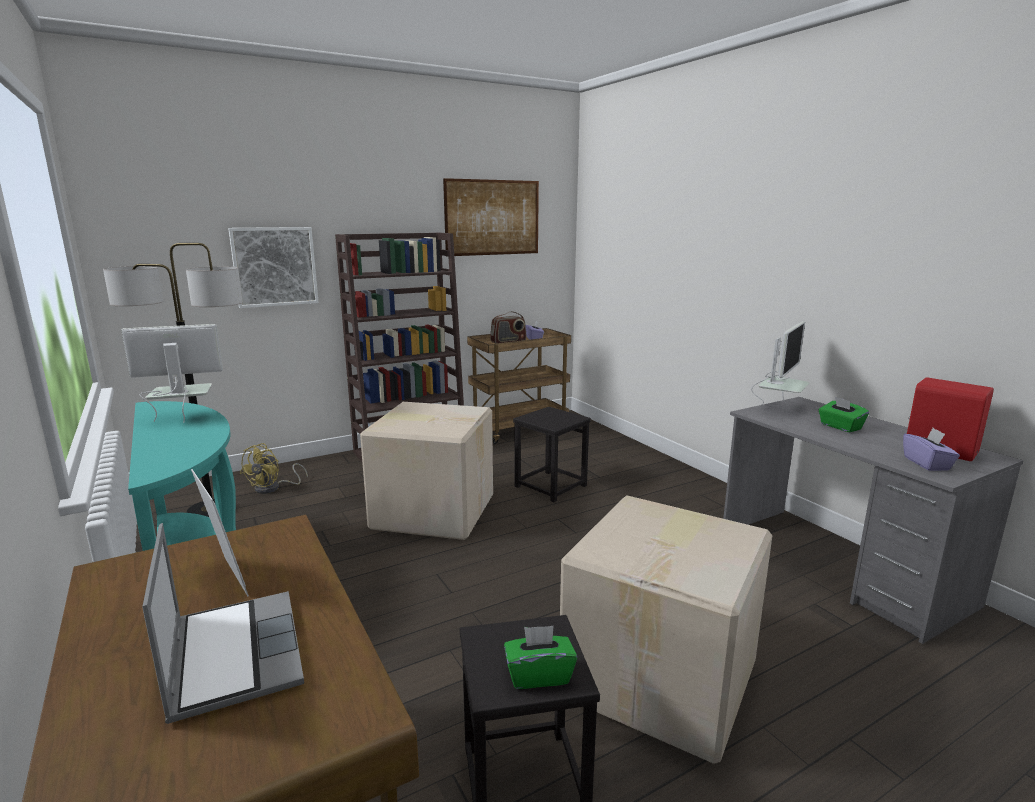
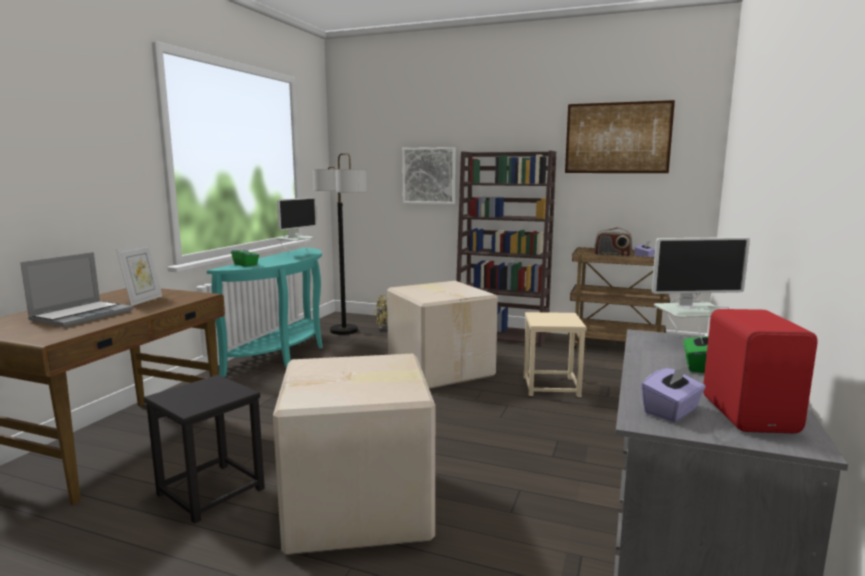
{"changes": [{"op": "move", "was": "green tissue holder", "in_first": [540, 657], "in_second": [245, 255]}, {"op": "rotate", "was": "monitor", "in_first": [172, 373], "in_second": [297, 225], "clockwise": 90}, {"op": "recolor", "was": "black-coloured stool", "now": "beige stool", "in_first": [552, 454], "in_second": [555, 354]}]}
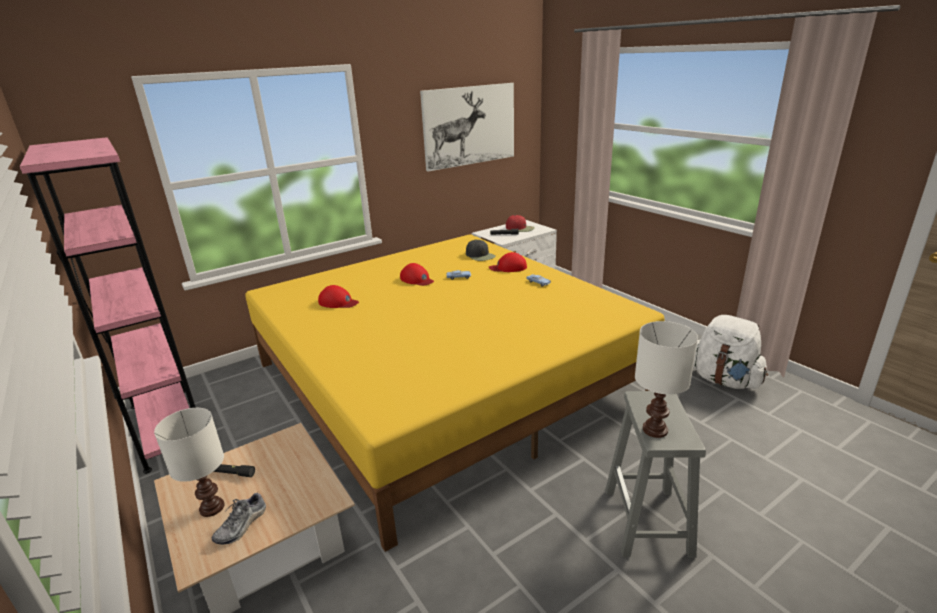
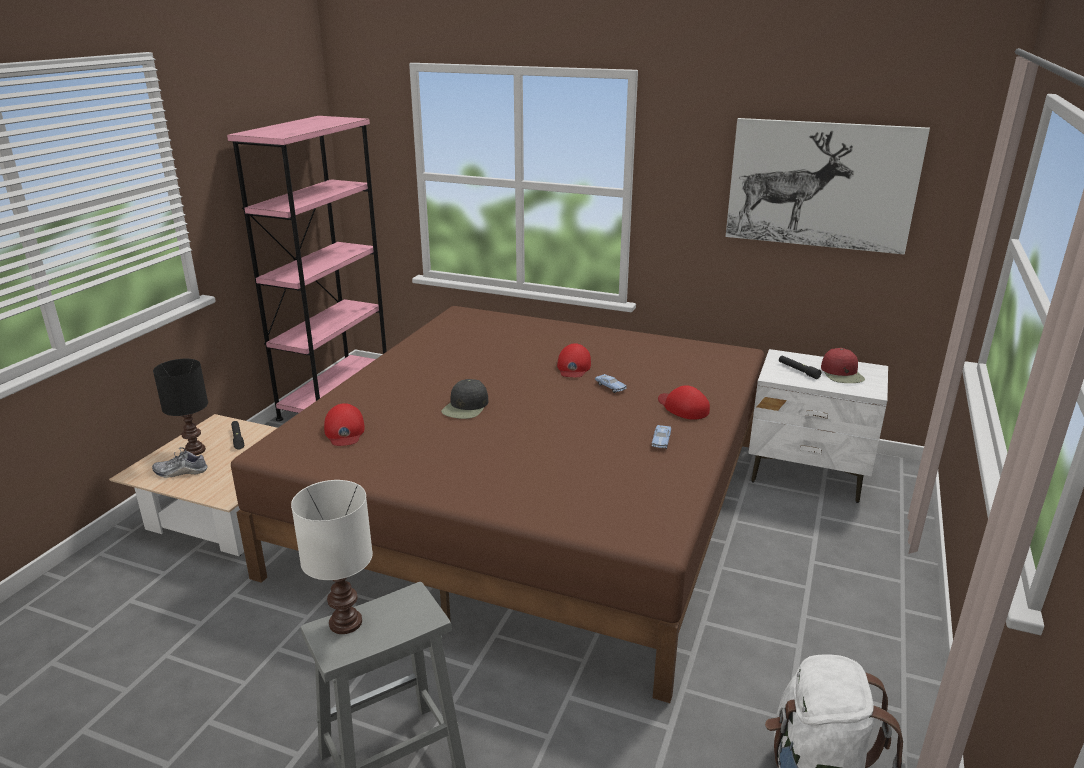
{"changes": [{"op": "recolor", "was": "white table lamp", "now": "black-coloured table lamp", "in_first": [189, 462], "in_second": [180, 407]}, {"op": "recolor", "was": "yellow-coloured sleeping bed", "now": "brown sleeping bed", "in_first": [455, 393], "in_second": [498, 504]}, {"op": "move", "was": "red-coloured peaked cap", "in_first": [338, 296], "in_second": [344, 424]}, {"op": "move", "was": "black-coloured peaked cap", "in_first": [481, 250], "in_second": [464, 399]}]}
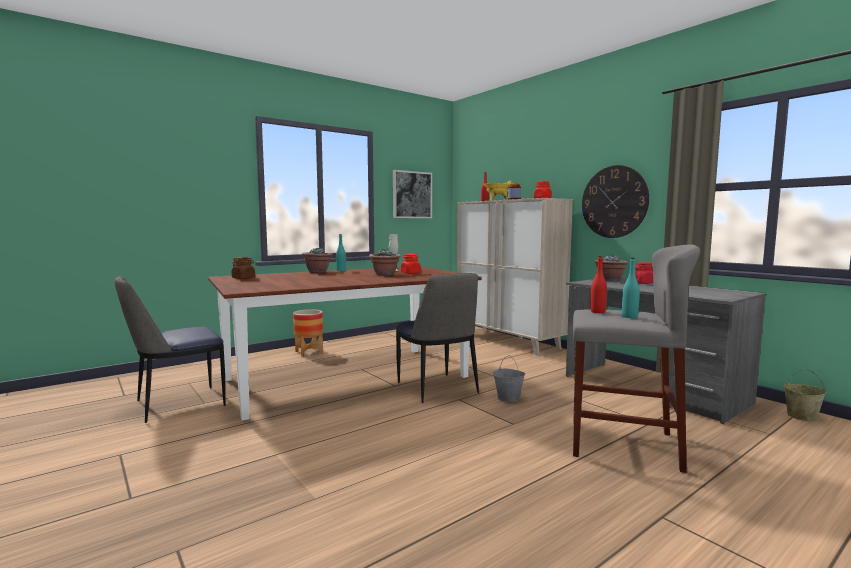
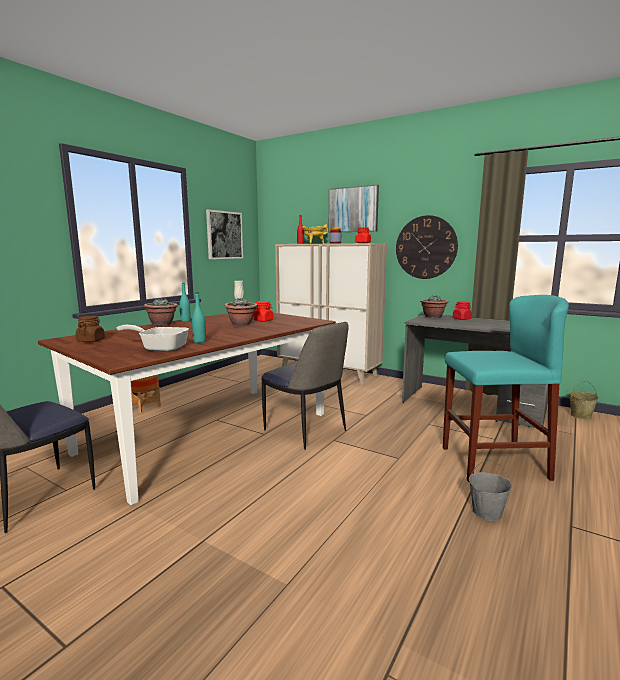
{"changes": [{"op": "insert", "now": "frying pan", "in_second": [153, 338]}, {"op": "move", "was": "turquoise-coloured bottle", "in_first": [631, 288], "in_second": [199, 317]}, {"op": "insert", "now": "wall art", "in_second": [353, 208]}, {"op": "recolor", "was": "greyish stool", "now": "turquoise-coloured stool", "in_first": [636, 358], "in_second": [506, 388]}, {"op": "move", "was": "greyish pail", "in_first": [509, 378], "in_second": [490, 490]}, {"op": "delete", "was": "red-coloured bottle", "in_first": [599, 284]}]}
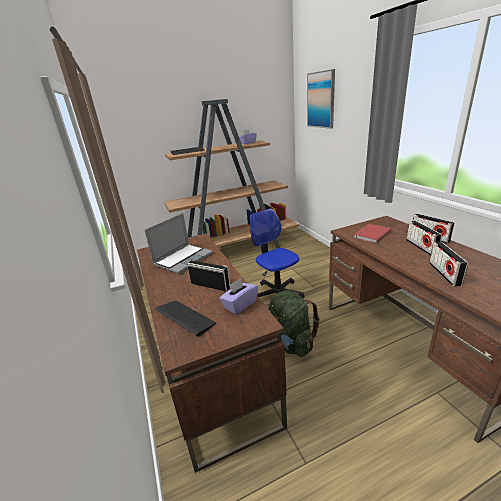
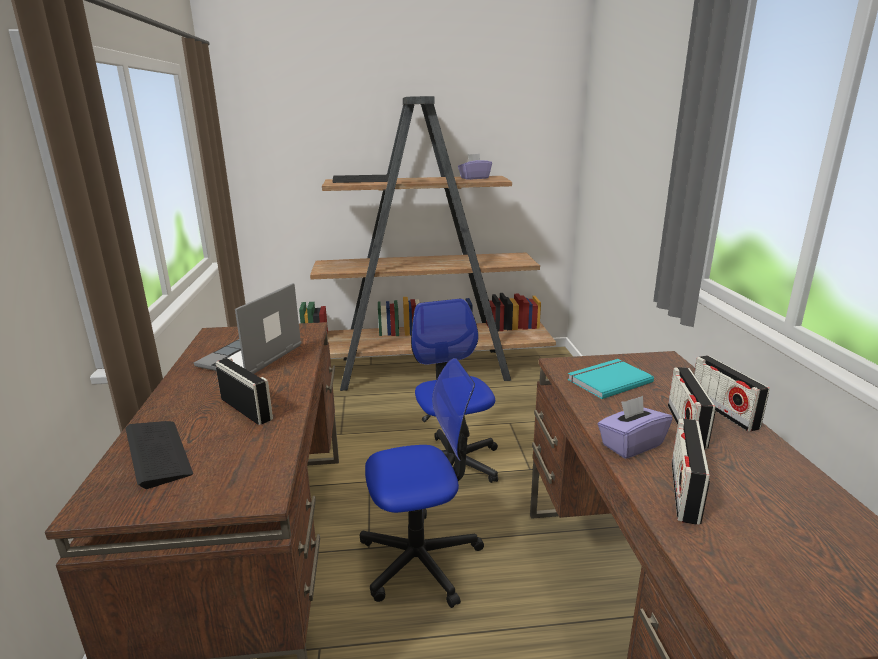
{"changes": [{"op": "rotate", "was": "portable computer", "in_first": [179, 243], "in_second": [248, 328], "clockwise": 150}, {"op": "replace", "was": "green rucksack", "now": "desk chair", "in_first": [294, 323], "in_second": [422, 483]}, {"op": "recolor", "was": "red-coloured book", "now": "turquoise-coloured book", "in_first": [372, 233], "in_second": [611, 379]}, {"op": "move", "was": "purple tissue holder", "in_first": [238, 296], "in_second": [635, 427]}, {"op": "delete", "was": "wall art", "in_first": [321, 99]}]}
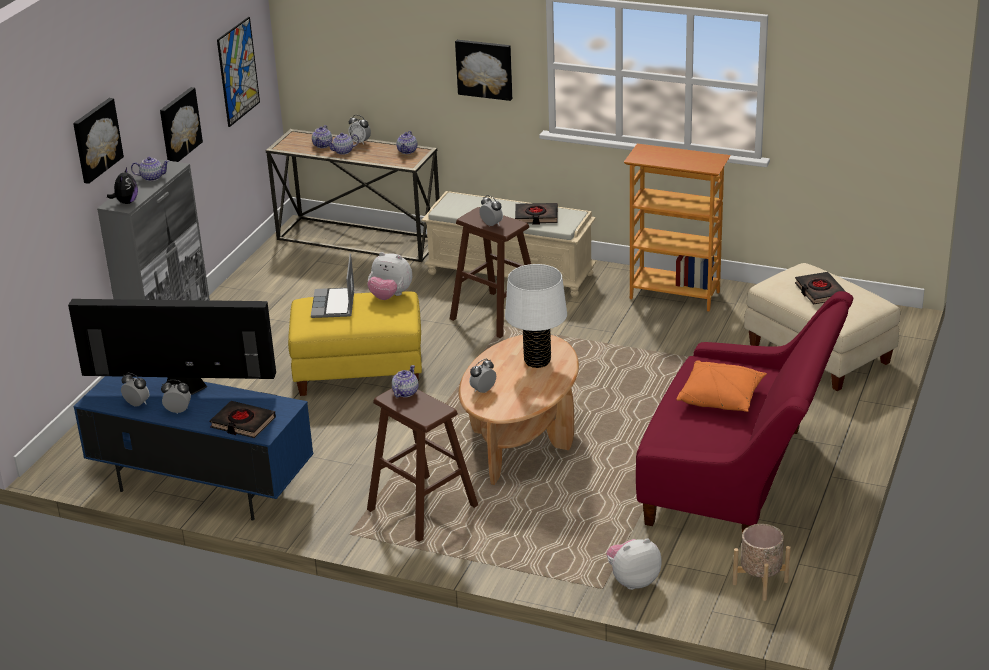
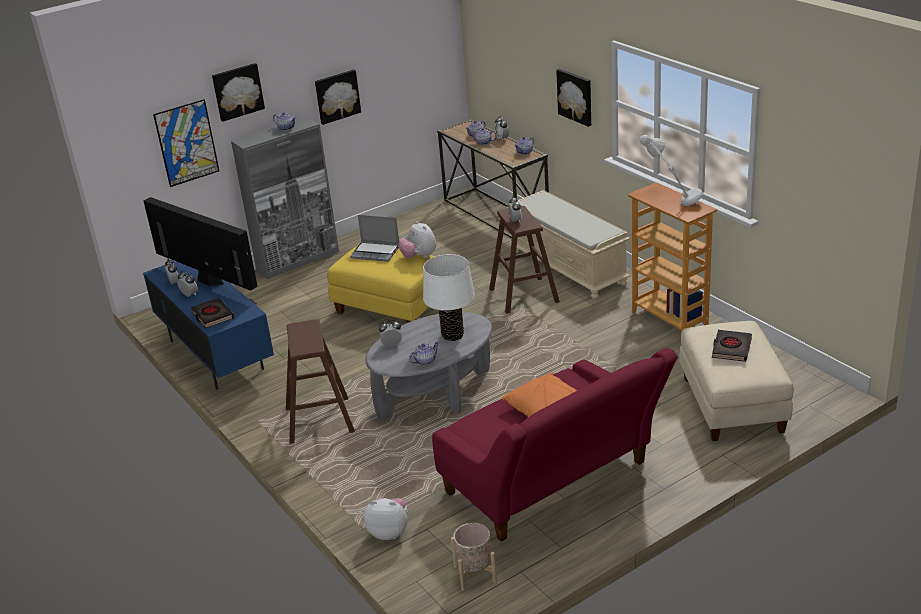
{"changes": [{"op": "move", "was": "wall art", "in_first": [238, 72], "in_second": [186, 143]}, {"op": "rotate", "was": "portable computer", "in_first": [333, 285], "in_second": [374, 238], "clockwise": -105}, {"op": "recolor", "was": "brown low table", "now": "greyish low table", "in_first": [519, 410], "in_second": [428, 366]}, {"op": "move", "was": "teapot", "in_first": [405, 381], "in_second": [424, 353]}, {"op": "insert", "now": "greyish table lamp", "in_second": [671, 170]}, {"op": "delete", "was": "soft toy", "in_first": [122, 186]}, {"op": "delete", "was": "black-coloured book", "in_first": [536, 214]}]}
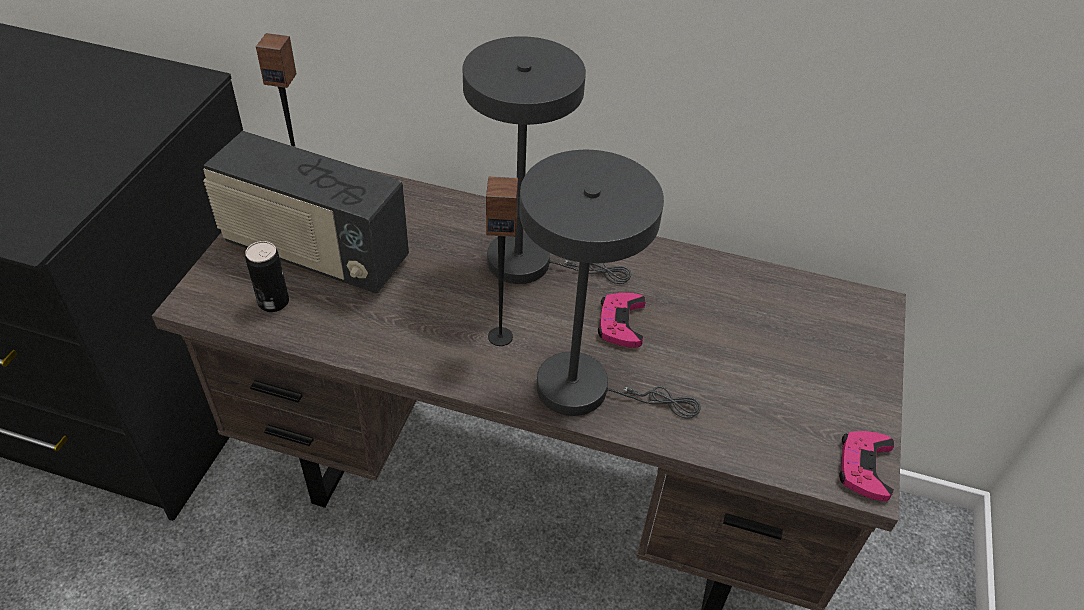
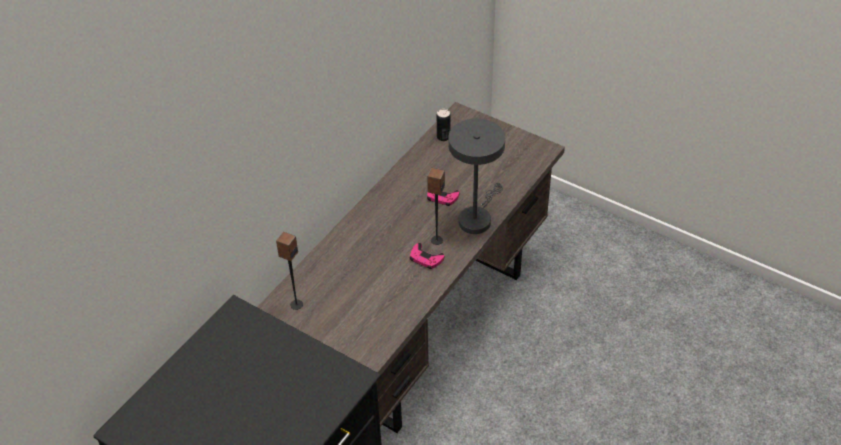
{"changes": [{"op": "move", "was": "pink-coloured joypad", "in_first": [866, 466], "in_second": [427, 256]}, {"op": "move", "was": "metal can", "in_first": [267, 276], "in_second": [444, 125]}, {"op": "delete", "was": "radio set", "in_first": [306, 212]}, {"op": "delete", "was": "greyish table lamp", "in_first": [547, 160]}]}
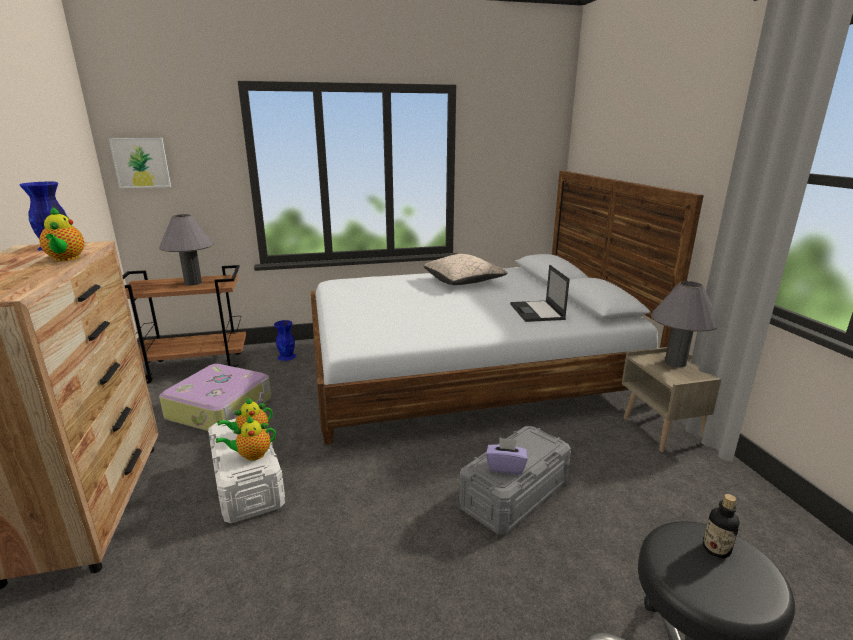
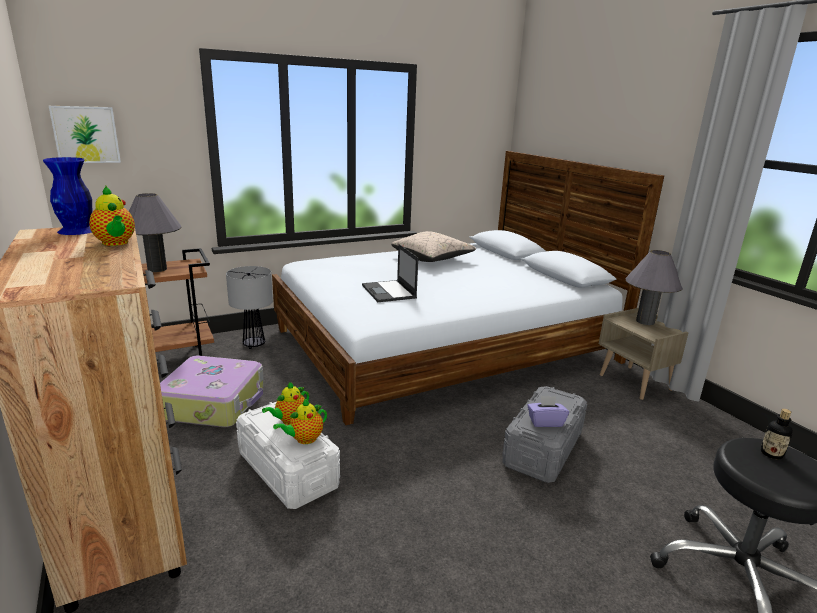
{"changes": [{"op": "replace", "was": "blue flower vase", "now": "table lamp", "in_first": [285, 340], "in_second": [249, 307]}, {"op": "move", "was": "portable computer", "in_first": [540, 293], "in_second": [390, 273]}]}
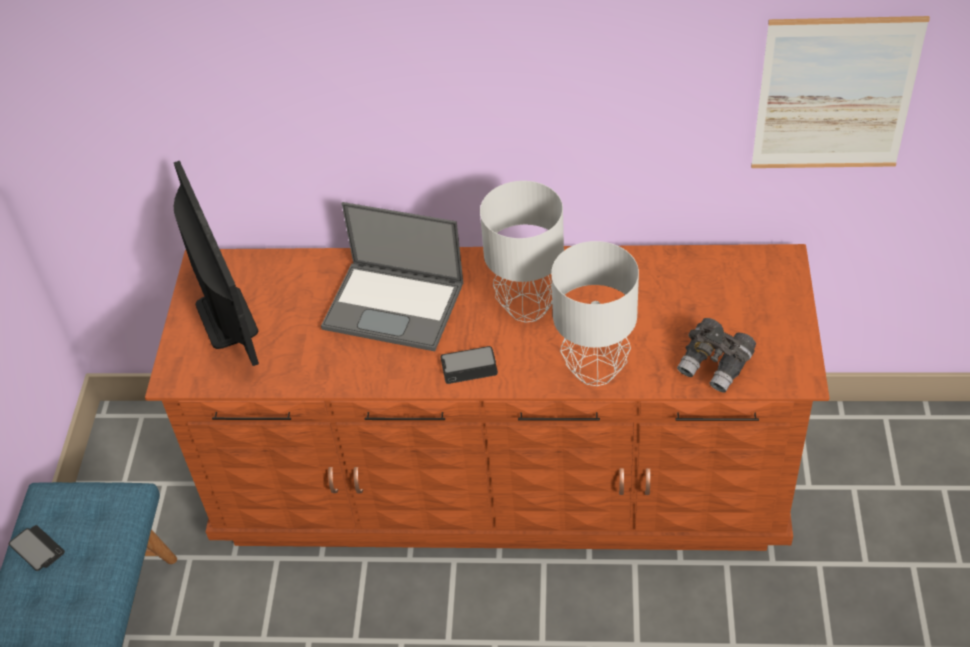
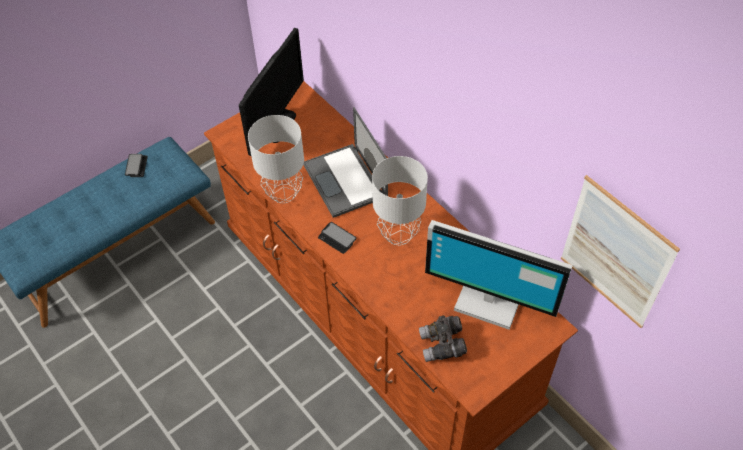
{"changes": [{"op": "move", "was": "greyish table lamp", "in_first": [595, 313], "in_second": [276, 159]}, {"op": "insert", "now": "monitor", "in_second": [499, 275]}]}
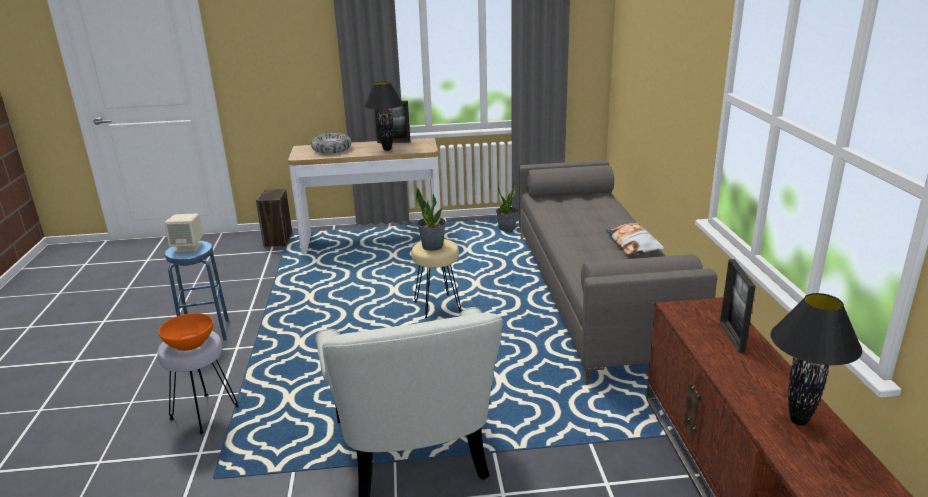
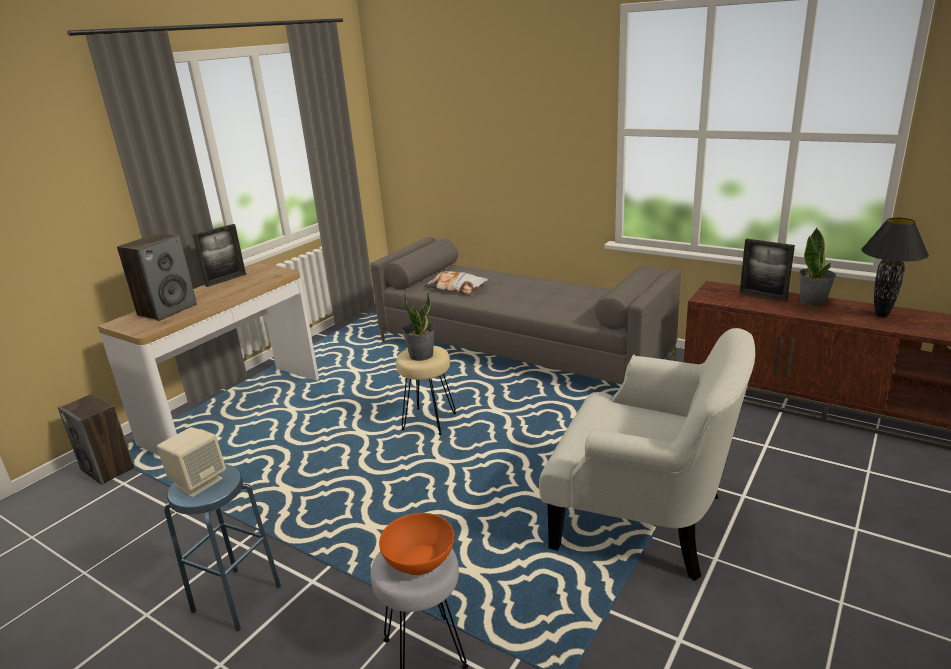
{"changes": [{"op": "replace", "was": "deep dish", "now": "speaker", "in_first": [331, 143], "in_second": [157, 277]}, {"op": "move", "was": "cushion", "in_first": [635, 239], "in_second": [456, 282]}, {"op": "move", "was": "plant in a pot", "in_first": [507, 206], "in_second": [817, 267]}, {"op": "delete", "was": "black-coloured table lamp", "in_first": [384, 116]}]}
